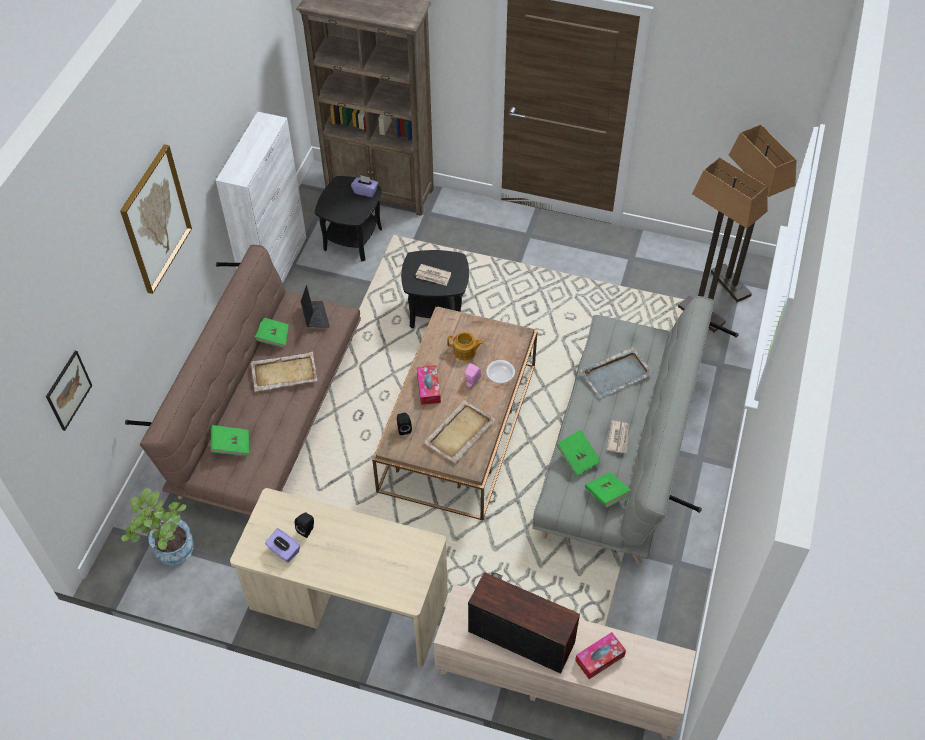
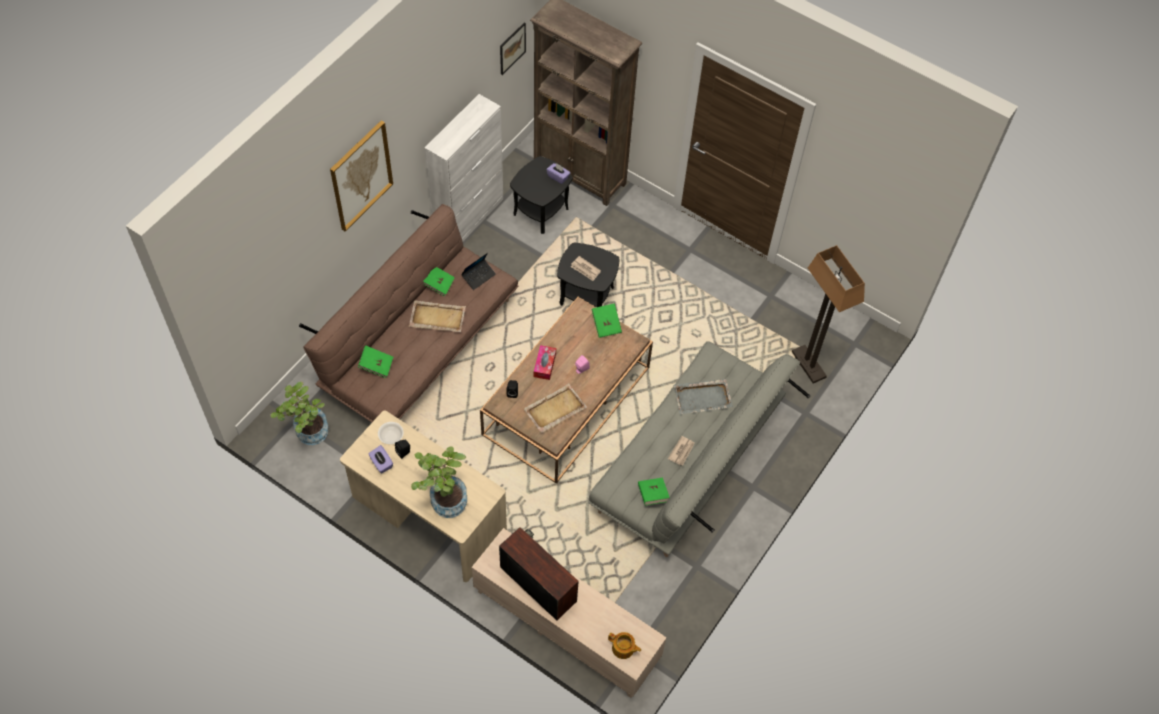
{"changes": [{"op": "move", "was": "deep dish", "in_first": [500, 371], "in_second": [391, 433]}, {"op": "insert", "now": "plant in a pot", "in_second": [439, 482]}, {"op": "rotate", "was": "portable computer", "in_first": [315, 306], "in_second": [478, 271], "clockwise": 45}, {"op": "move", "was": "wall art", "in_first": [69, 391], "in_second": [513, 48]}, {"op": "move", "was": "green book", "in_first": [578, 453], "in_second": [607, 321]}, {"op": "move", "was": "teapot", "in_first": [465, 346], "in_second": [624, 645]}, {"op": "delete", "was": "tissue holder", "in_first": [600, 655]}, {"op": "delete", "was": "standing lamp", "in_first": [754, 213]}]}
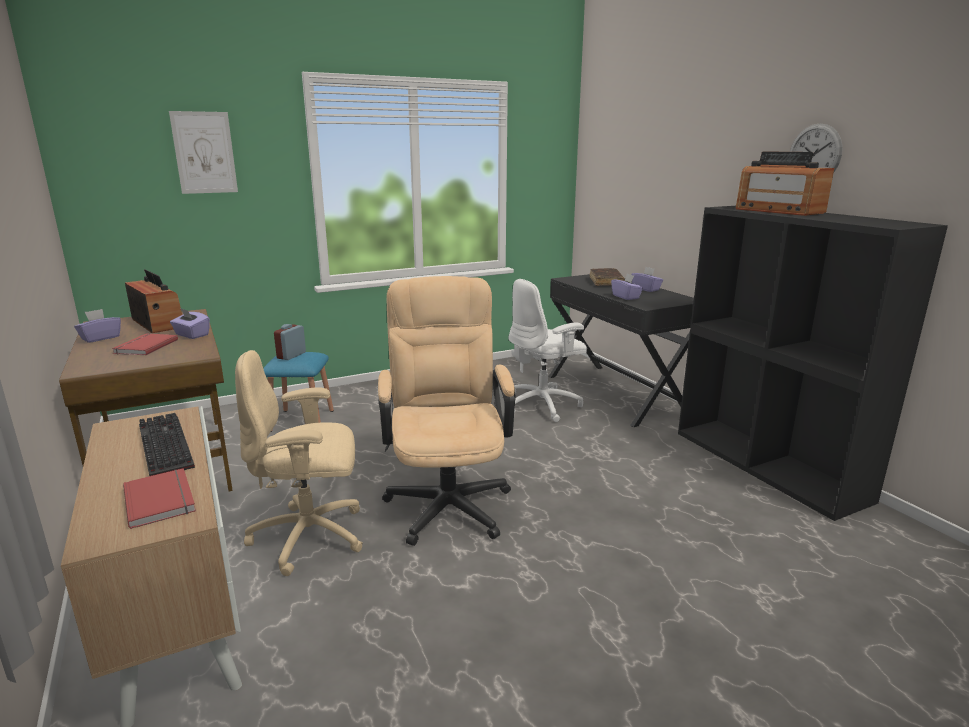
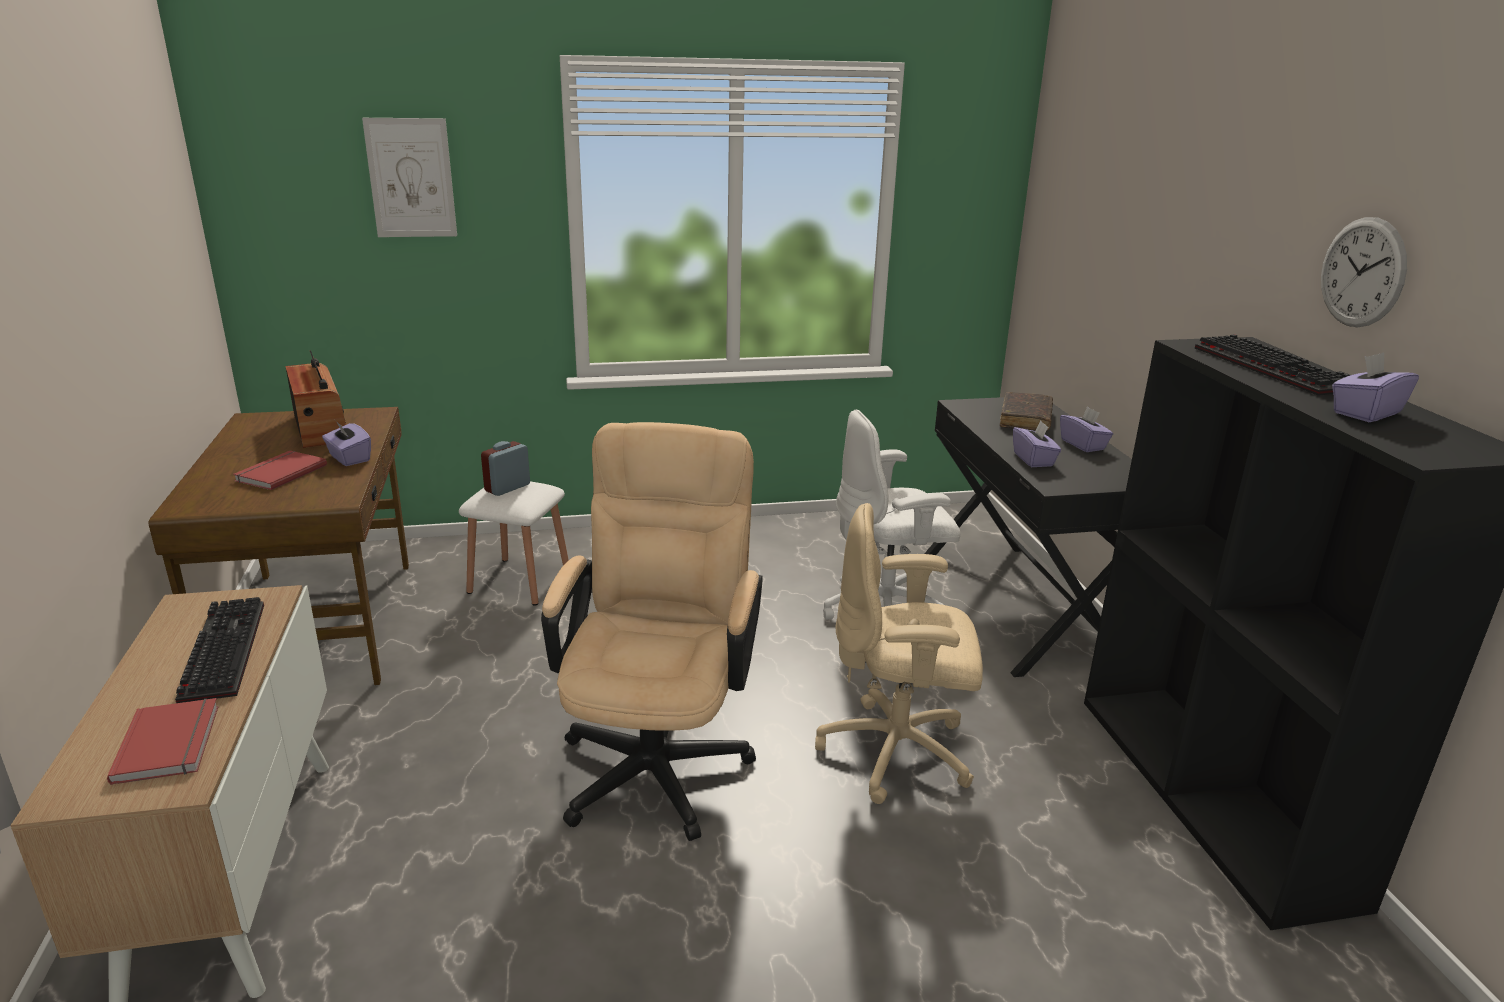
{"changes": [{"op": "recolor", "was": "blue stool", "now": "white stool", "in_first": [298, 392], "in_second": [514, 544]}, {"op": "move", "was": "beige desk chair", "in_first": [299, 463], "in_second": [899, 653]}, {"op": "replace", "was": "radio set", "now": "PC keyboard", "in_first": [785, 183], "in_second": [1272, 365]}, {"op": "move", "was": "purple tissue holder", "in_first": [97, 326], "in_second": [1375, 387]}]}
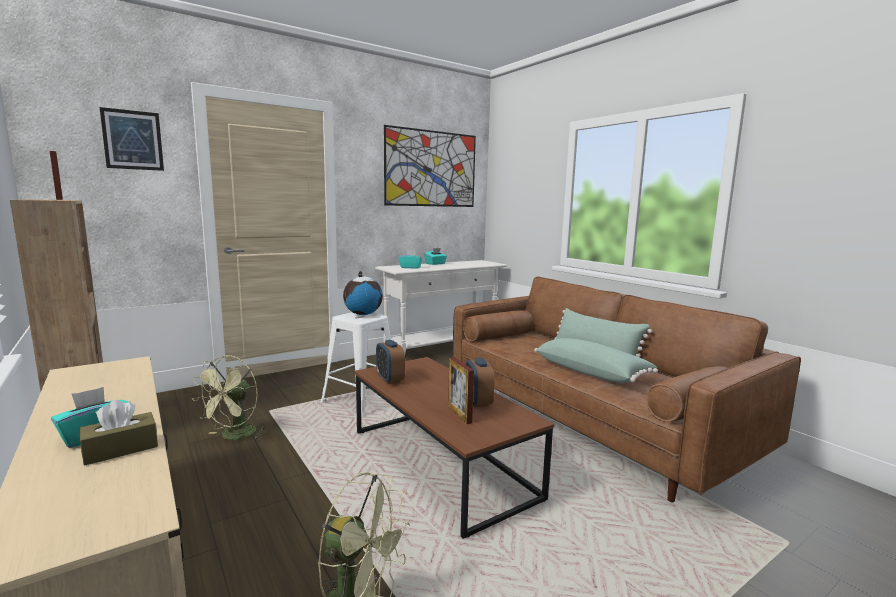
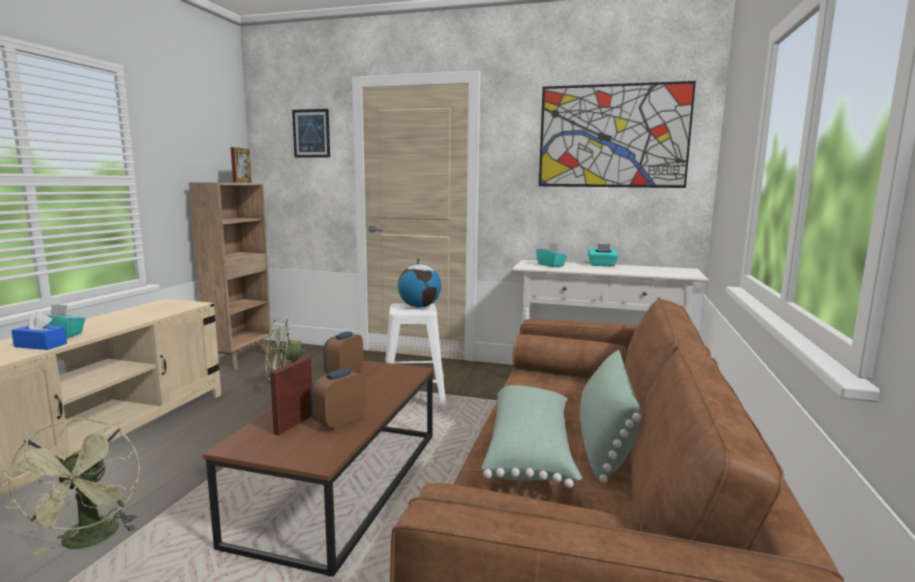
{"changes": [{"op": "recolor", "was": "brown tissue holder", "now": "blue tissue holder", "in_first": [119, 433], "in_second": [39, 330]}]}
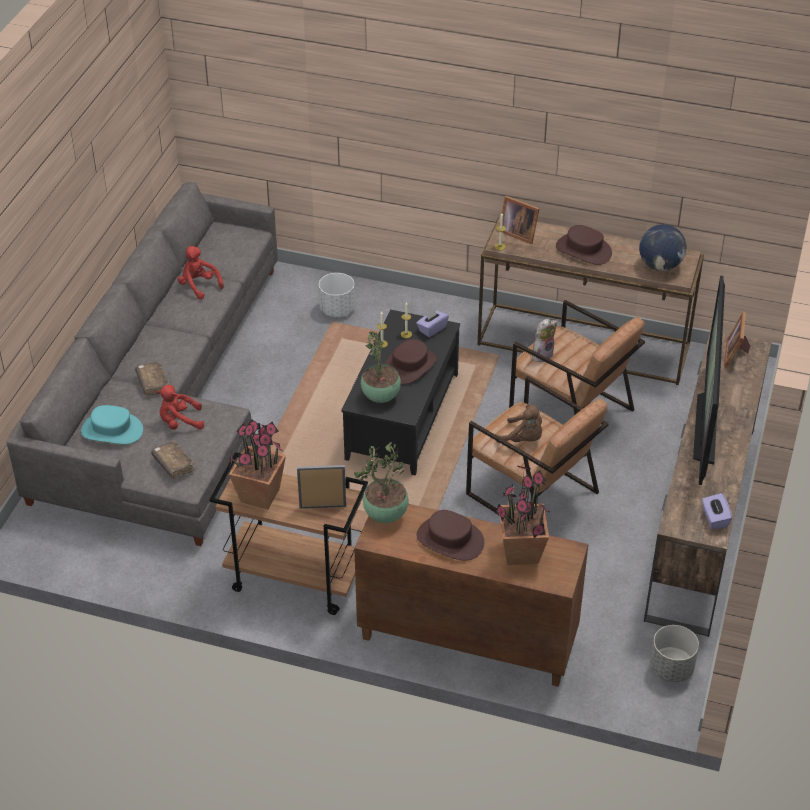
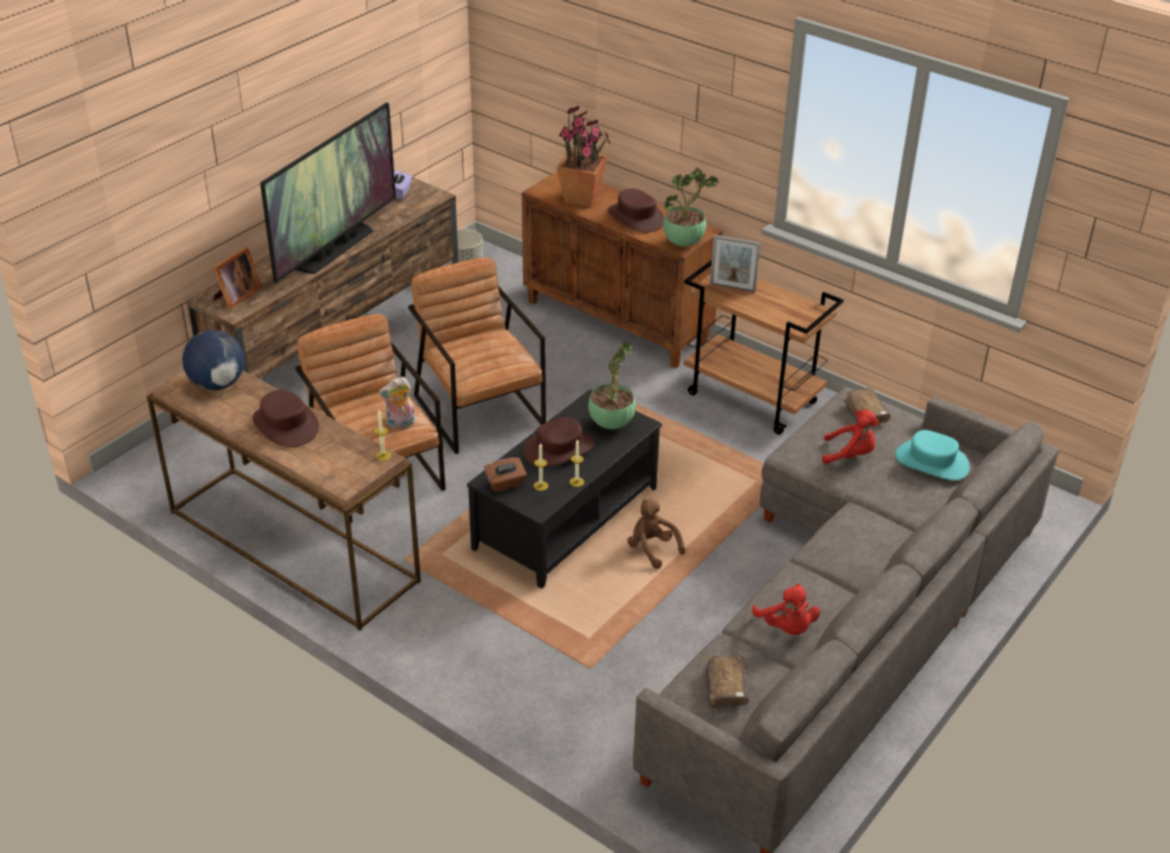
{"changes": [{"op": "recolor", "was": "purple tissue holder", "now": "brown tissue holder", "in_first": [432, 322], "in_second": [505, 474]}, {"op": "move", "was": "brown soft toy", "in_first": [519, 423], "in_second": [656, 534]}, {"op": "move", "was": "brown book", "in_first": [152, 378], "in_second": [727, 681]}, {"op": "delete", "was": "plant in a pot", "in_first": [257, 464]}, {"op": "delete", "was": "white planter", "in_first": [337, 295]}, {"op": "delete", "was": "photo frame", "in_first": [519, 220]}]}
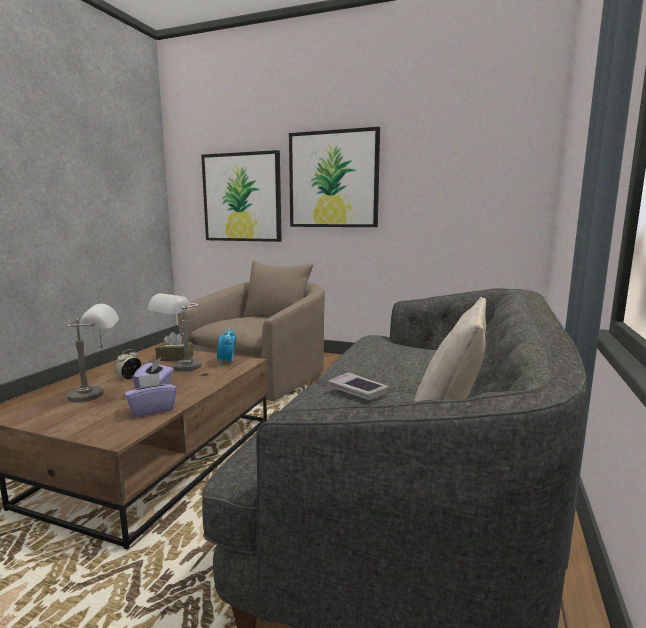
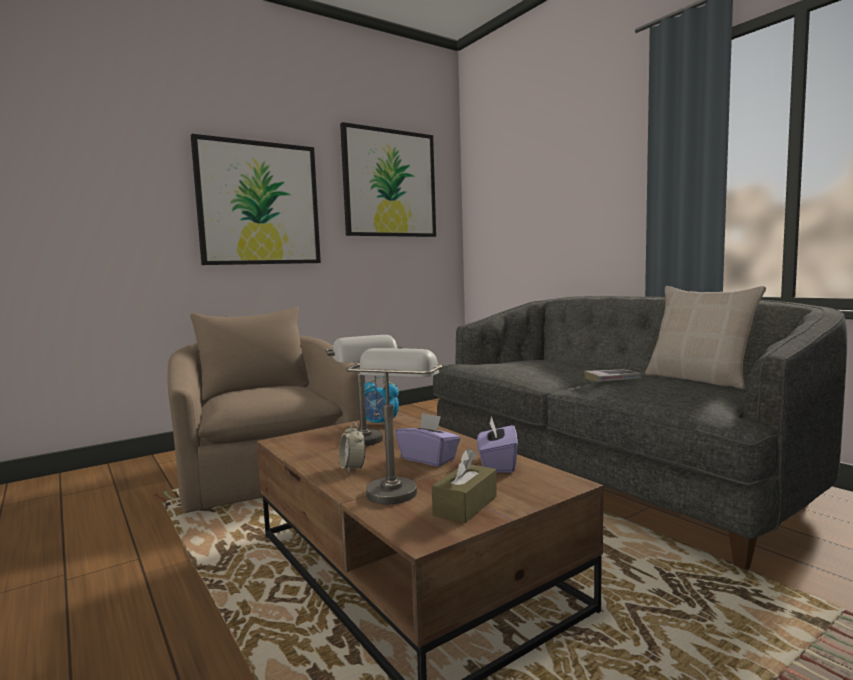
{"changes": [{"op": "move", "was": "wall art", "in_first": [241, 196], "in_second": [388, 179]}, {"op": "move", "was": "brown tissue holder", "in_first": [174, 346], "in_second": [464, 486]}]}
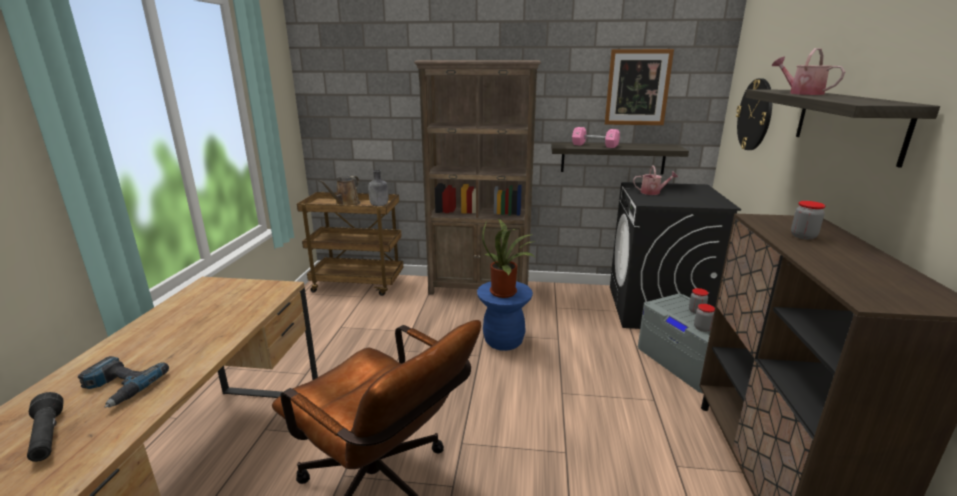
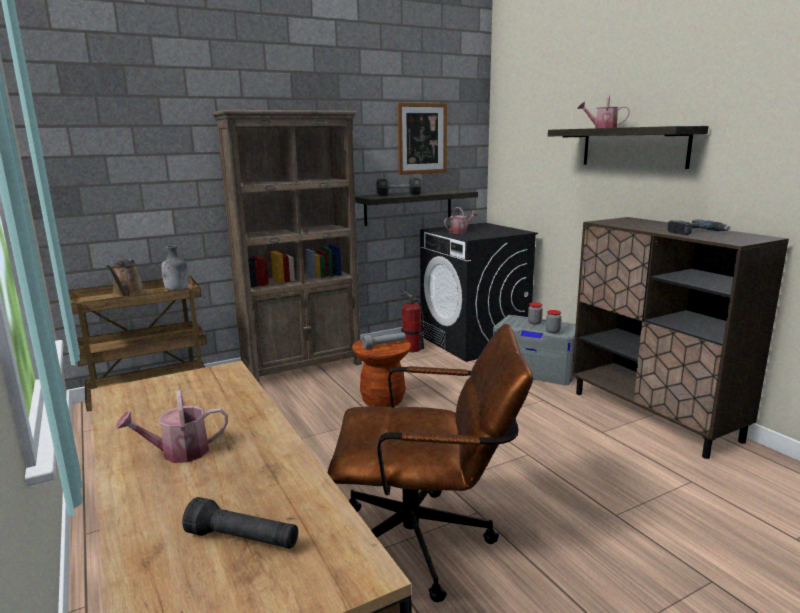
{"changes": [{"op": "insert", "now": "watering pot", "in_second": [171, 426]}, {"op": "recolor", "was": "blue stool", "now": "brown stool", "in_first": [505, 316], "in_second": [381, 371]}, {"op": "replace", "was": "plant in a pot", "now": "greyish hand torch", "in_first": [508, 258], "in_second": [384, 340]}, {"op": "recolor", "was": "pink-coloured free weight", "now": "black-coloured free weight", "in_first": [596, 137], "in_second": [399, 186]}, {"op": "insert", "now": "extinguisher", "in_second": [412, 320]}, {"op": "move", "was": "drill", "in_first": [123, 382], "in_second": [699, 227]}, {"op": "delete", "was": "clock on the wall", "in_first": [754, 114]}, {"op": "delete", "was": "preserve jar", "in_first": [808, 220]}]}
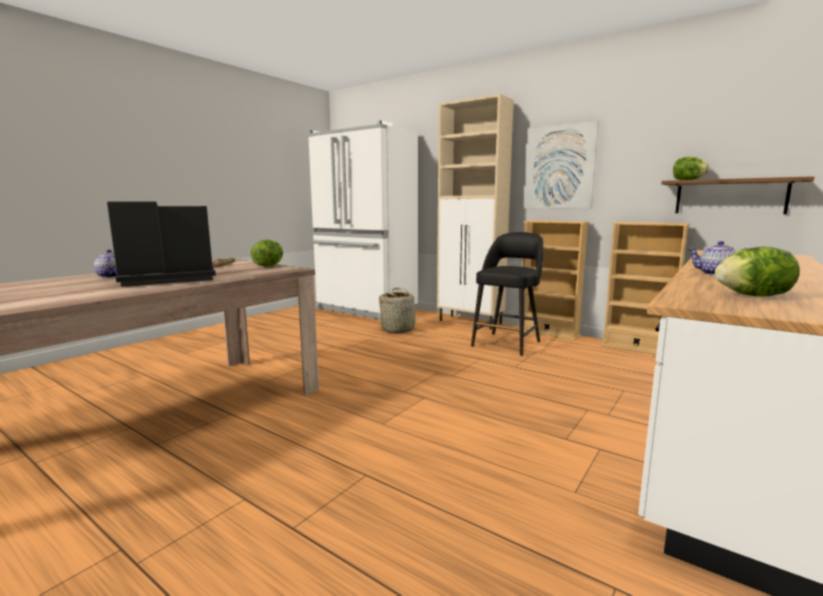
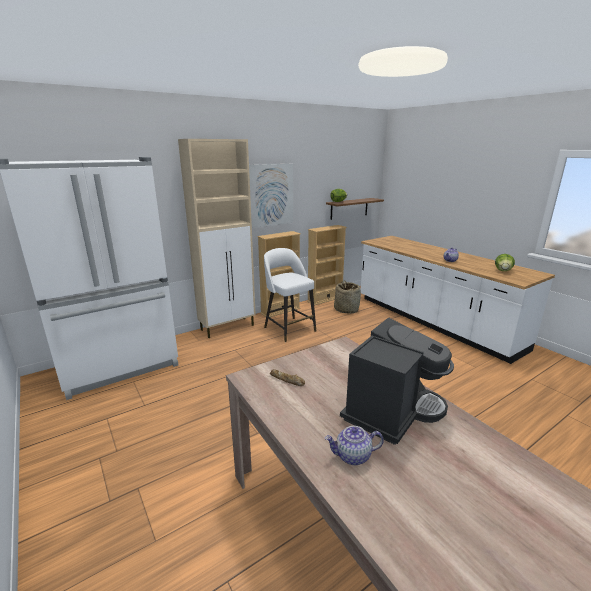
{"changes": [{"op": "recolor", "was": "black-coloured stool", "now": "white stool", "in_first": [507, 294], "in_second": [290, 295]}, {"op": "move", "was": "basket", "in_first": [399, 310], "in_second": [347, 297]}, {"op": "rotate", "was": "coffee maker", "in_first": [161, 244], "in_second": [397, 381], "clockwise": -135}, {"op": "delete", "was": "head of lettuce", "in_first": [267, 253]}]}
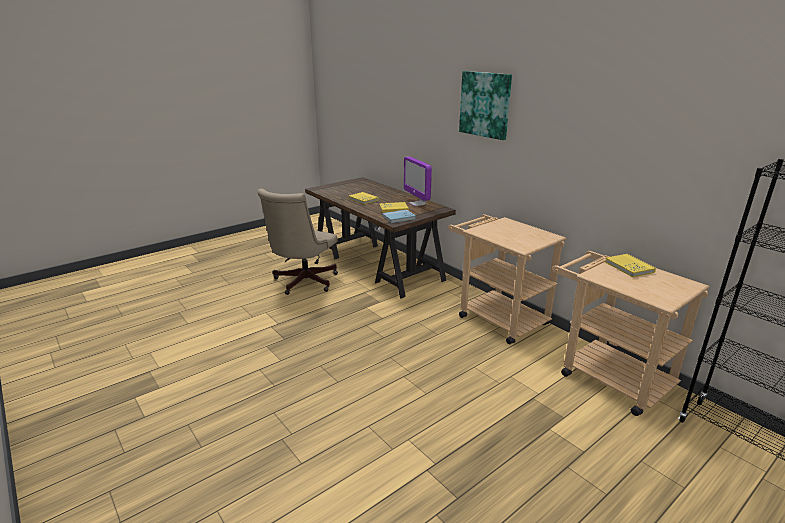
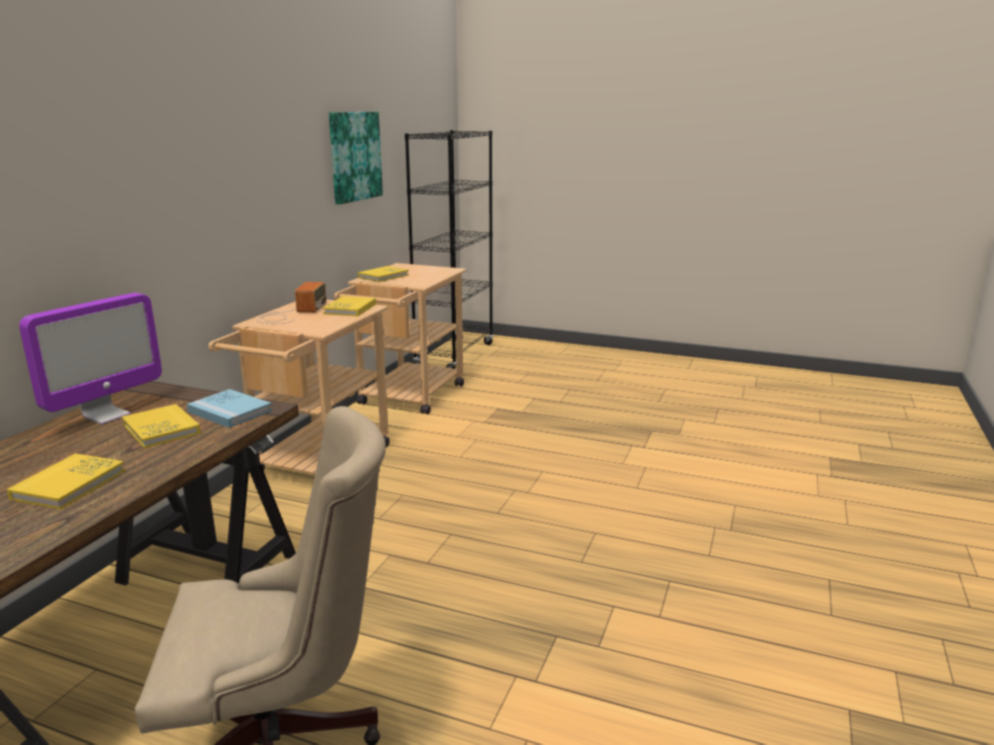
{"changes": [{"op": "insert", "now": "radio set", "in_second": [291, 303]}, {"op": "insert", "now": "yellow-coloured book", "in_second": [349, 306]}, {"op": "move", "was": "wall art", "in_first": [485, 105], "in_second": [356, 158]}]}
